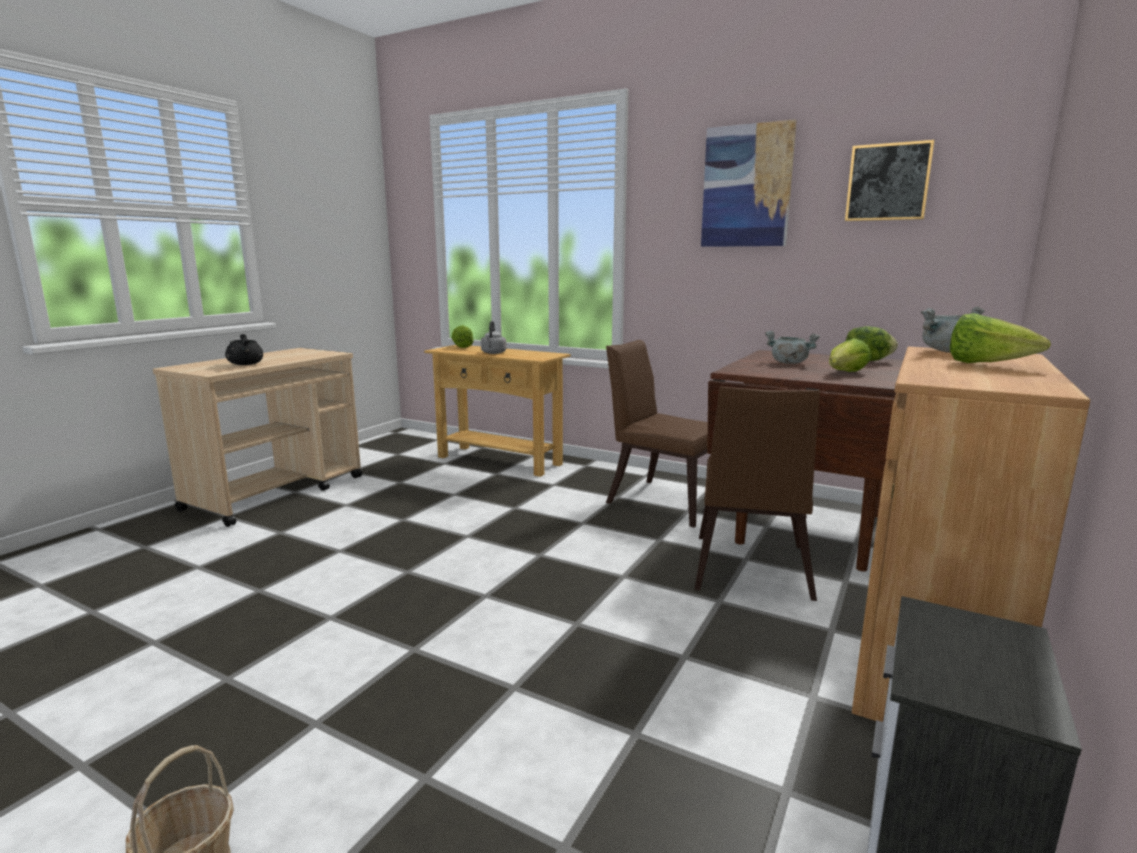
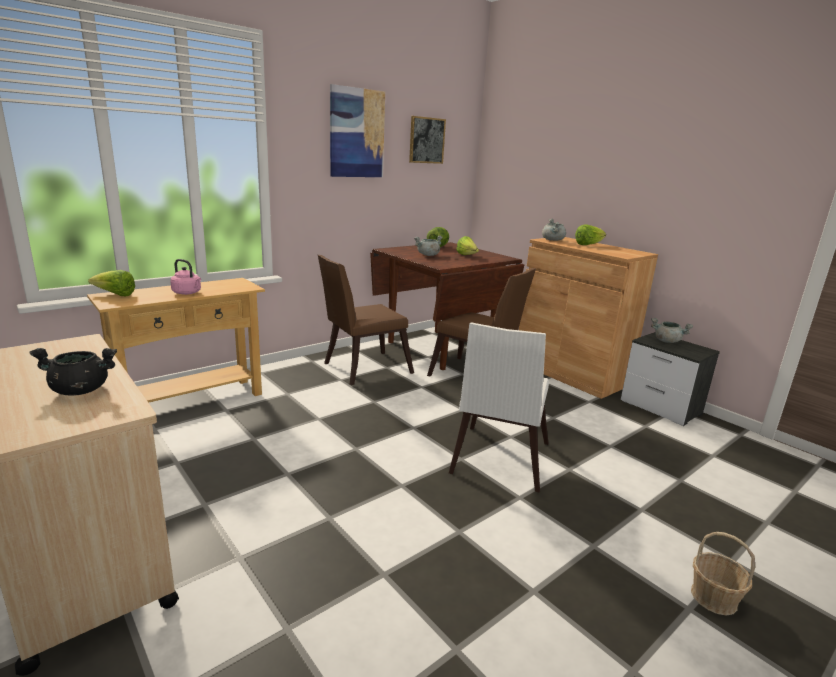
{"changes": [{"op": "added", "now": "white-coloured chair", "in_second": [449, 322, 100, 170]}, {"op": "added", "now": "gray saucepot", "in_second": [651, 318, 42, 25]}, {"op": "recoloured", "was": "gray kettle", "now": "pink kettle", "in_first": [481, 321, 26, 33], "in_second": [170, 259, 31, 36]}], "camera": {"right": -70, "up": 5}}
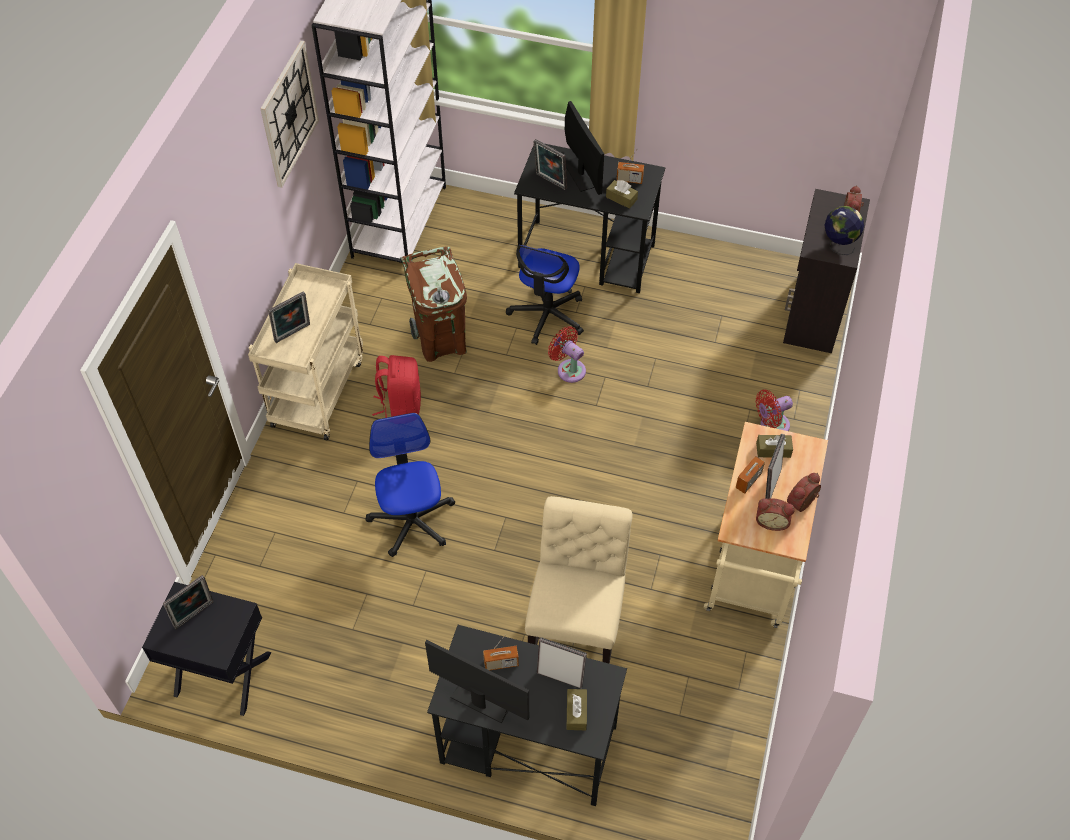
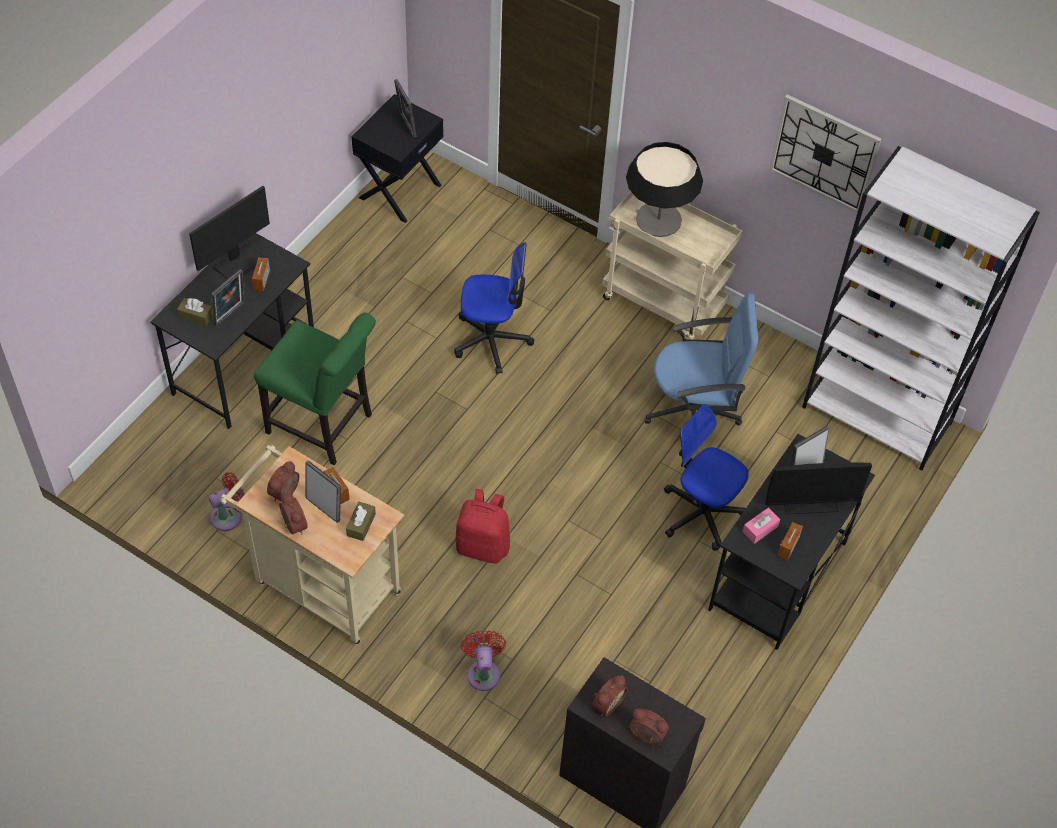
{"changes": [{"op": "moved", "was": "red-coloured backpack", "in_first": [372, 355, 49, 63], "in_second": [455, 489, 55, 75]}, {"op": "moved", "was": "red-coloured electric fan", "in_first": [548, 326, 38, 57], "in_second": [209, 472, 36, 59]}, {"op": "replaced", "was": "photo frame", "now": "tabletop lamp", "in_first": [268, 291, 42, 52], "in_second": [626, 142, 77, 95]}, {"op": "replaced", "was": "brownish rubbish bin", "now": "blue desk chair", "in_first": [400, 247, 67, 115], "in_second": [645, 293, 113, 159]}, {"op": "replaced", "was": "world globe", "now": "bedside clock", "in_first": [825, 206, 39, 49], "in_second": [592, 675, 36, 42]}, {"op": "recoloured", "was": "beige chair", "now": "green chair", "in_first": [525, 496, 108, 168], "in_second": [254, 313, 122, 152]}, {"op": "recoloured", "was": "brownish tissue box", "now": "pink tissue box", "in_first": [606, 180, 32, 29], "in_second": [743, 508, 37, 36]}], "camera": {"right": 105, "up": 0}}
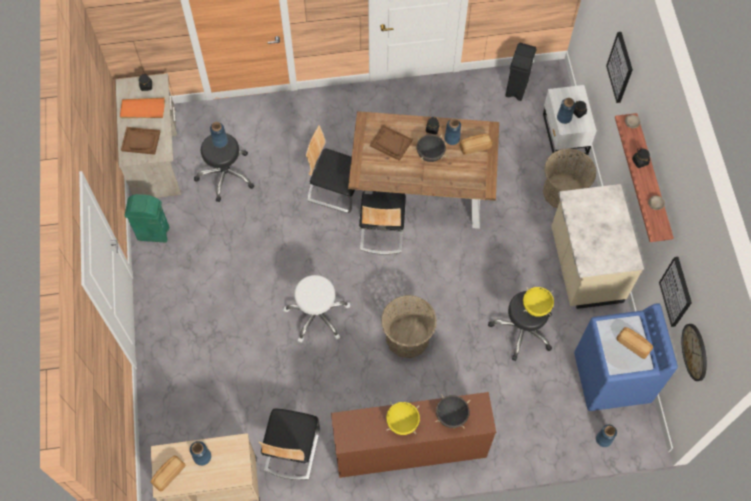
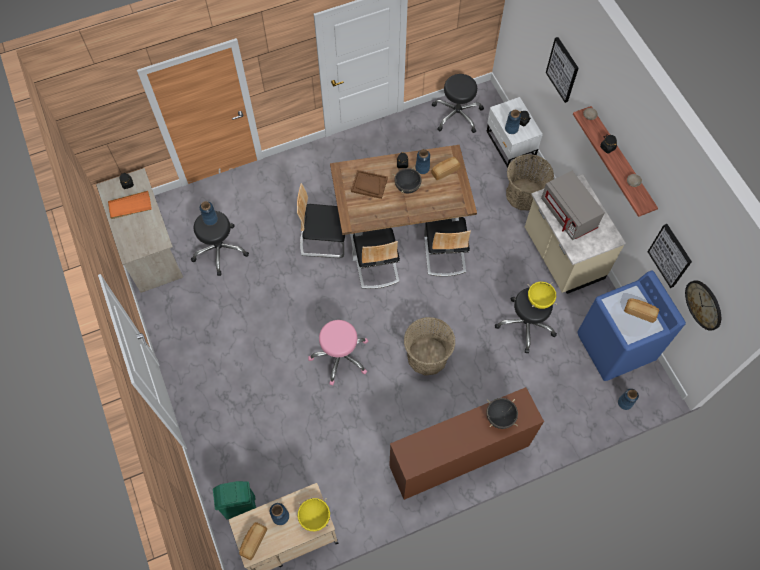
{"changes": [{"op": "removed", "was": "brownish carrying tray", "in_first": [121, 127, 39, 28]}, {"op": "added", "now": "gray microwave", "in_second": [541, 171, 64, 69]}, {"op": "moved", "was": "green rubbish bin", "in_first": [124, 194, 45, 49], "in_second": [213, 481, 43, 38]}, {"op": "moved", "was": "chair", "in_first": [259, 409, 61, 71], "in_second": [424, 217, 47, 60]}, {"op": "moved", "was": "yellow-coloured saucepot", "in_first": [386, 402, 34, 33], "in_second": [298, 498, 32, 33]}, {"op": "replaced", "was": "black rubbish bin", "now": "black stool seat", "in_first": [505, 43, 32, 58], "in_second": [432, 74, 52, 59]}, {"op": "recoloured", "was": "white-coloured stool seat", "now": "pink stool seat", "in_first": [283, 275, 68, 68], "in_second": [308, 320, 60, 65]}], "camera": {"right": -15, "up": 0}}
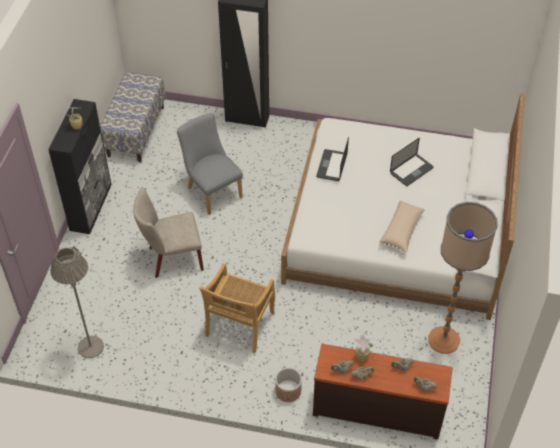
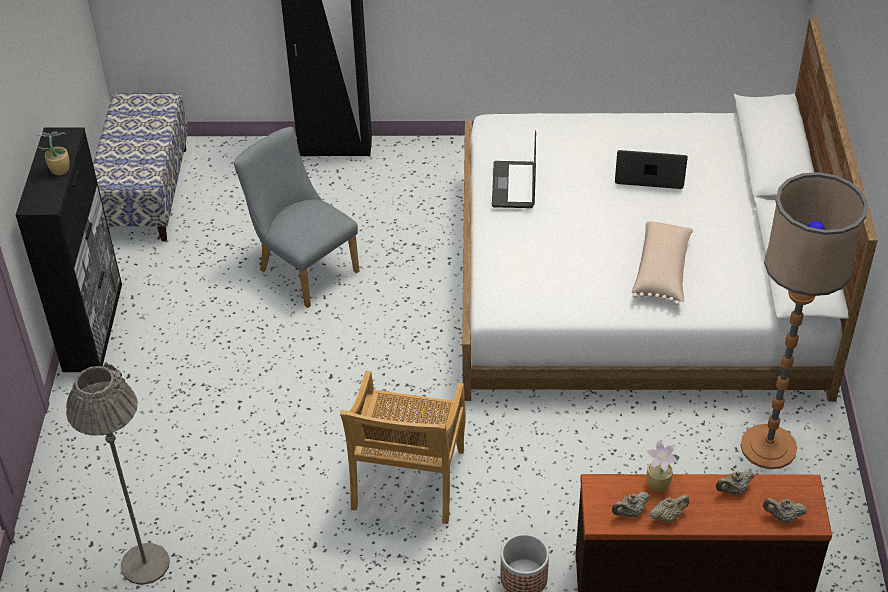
{"changes": [{"op": "removed", "was": "beige chair", "in_first": [133, 187, 71, 91]}, {"op": "turned", "was": "notebook computer", "in_first": [390, 138, 44, 48], "in_second": [615, 150, 73, 39], "clockwise": -120}], "camera": {"right": -10, "up": -5}}
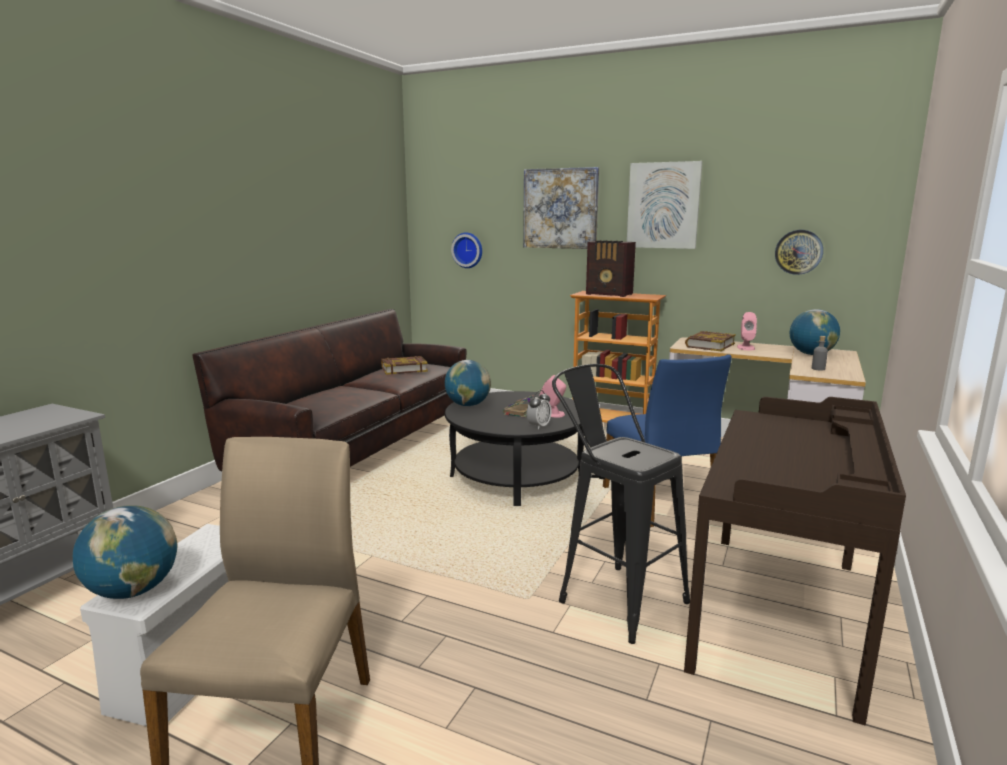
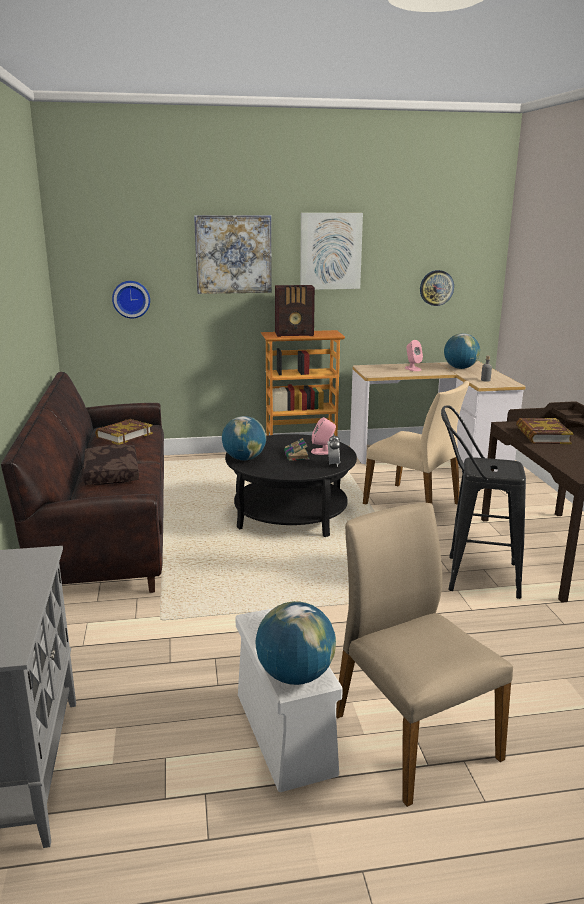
{"changes": [{"op": "added", "now": "brownish throw pillow", "in_second": [83, 444, 56, 41]}, {"op": "moved", "was": "book", "in_first": [685, 331, 51, 20], "in_second": [516, 418, 57, 26]}, {"op": "recoloured", "was": "blue chair", "now": "beige chair", "in_first": [603, 354, 129, 173], "in_second": [363, 381, 106, 124]}], "camera": {"right": -35, "up": 5}}
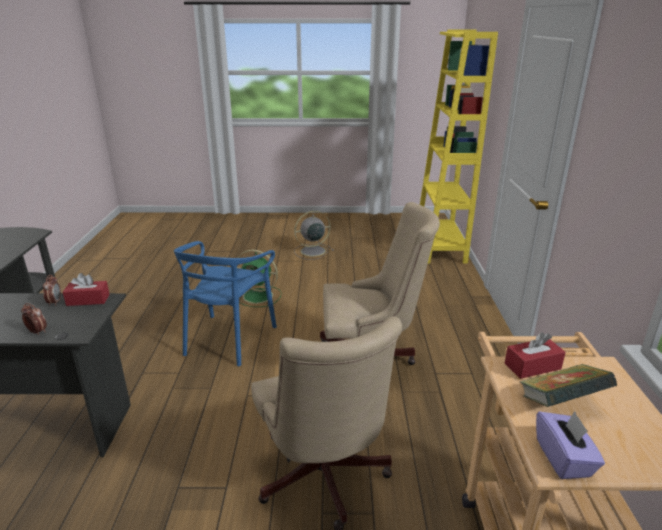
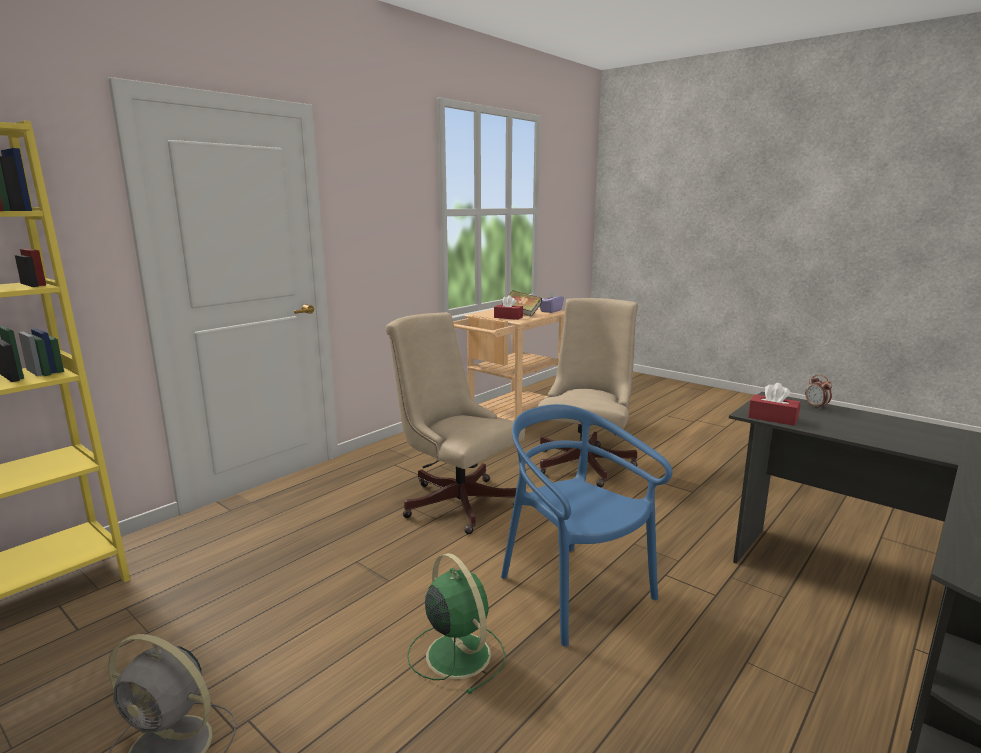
{"changes": [{"op": "removed", "was": "bedside clock", "in_first": [43, 275, 18, 31]}, {"op": "turned", "was": "blue chair", "in_first": [174, 241, 103, 125], "in_second": [501, 404, 171, 243], "clockwise": -90}], "camera": {"right": -140, "up": -10}}
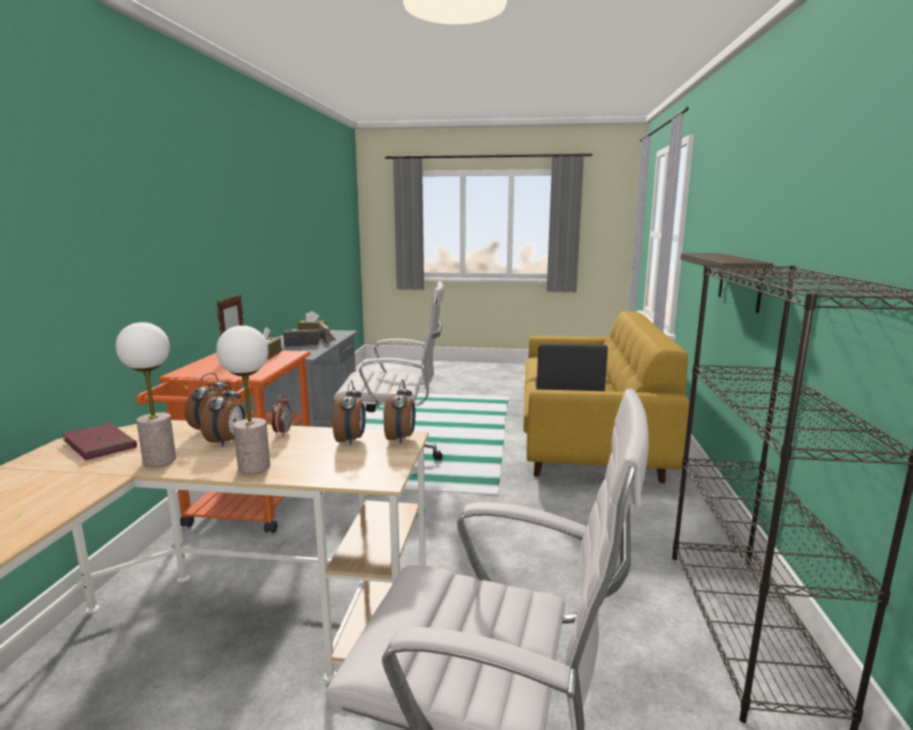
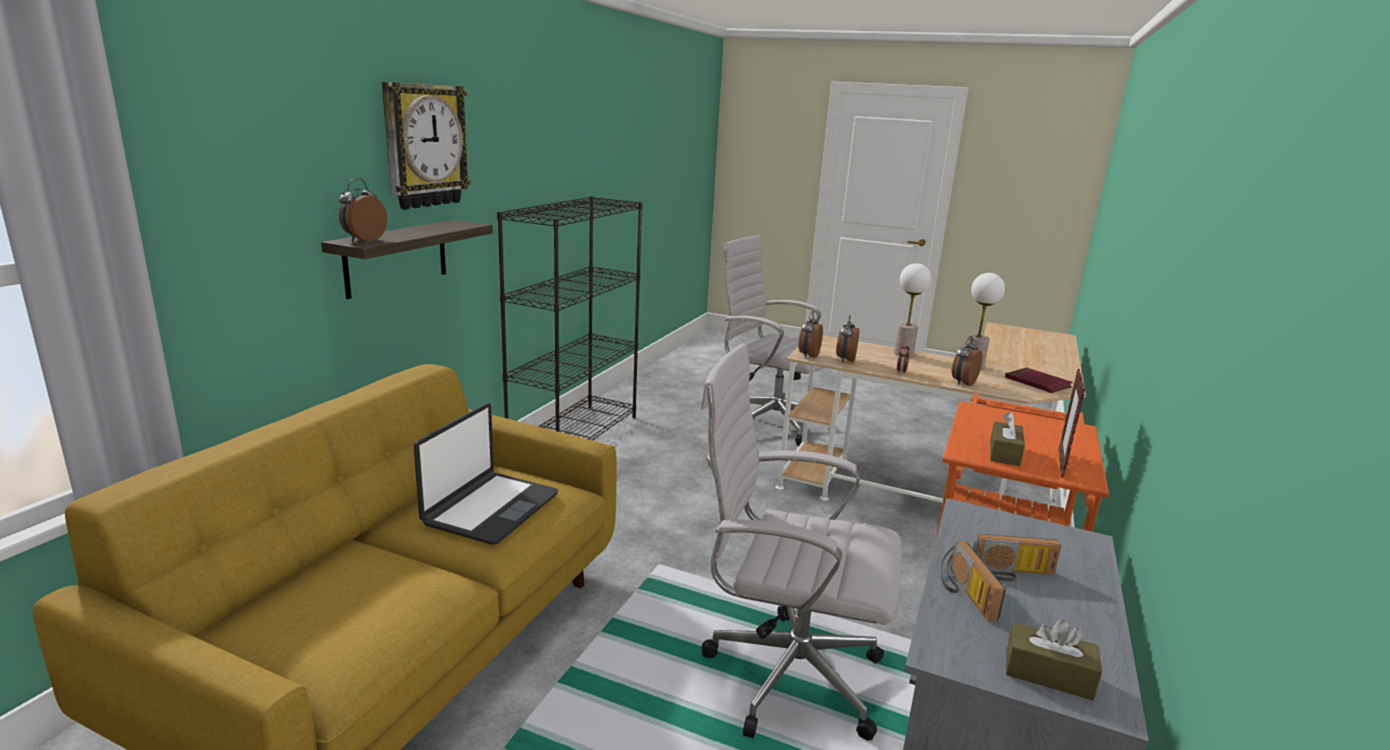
{"changes": [{"op": "added", "now": "wall clock", "in_second": [382, 82, 89, 128]}, {"op": "moved", "was": "bedside clock", "in_first": [200, 381, 45, 65], "in_second": [339, 179, 48, 62]}, {"op": "turned", "was": "notebook computer", "in_first": [535, 344, 73, 47], "in_second": [414, 403, 144, 142], "clockwise": -90}], "camera": {"right": -165, "up": 5}}
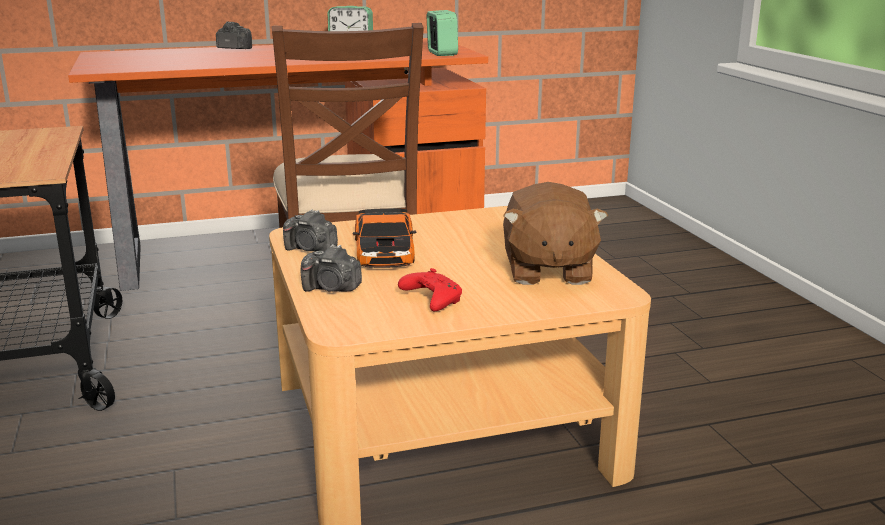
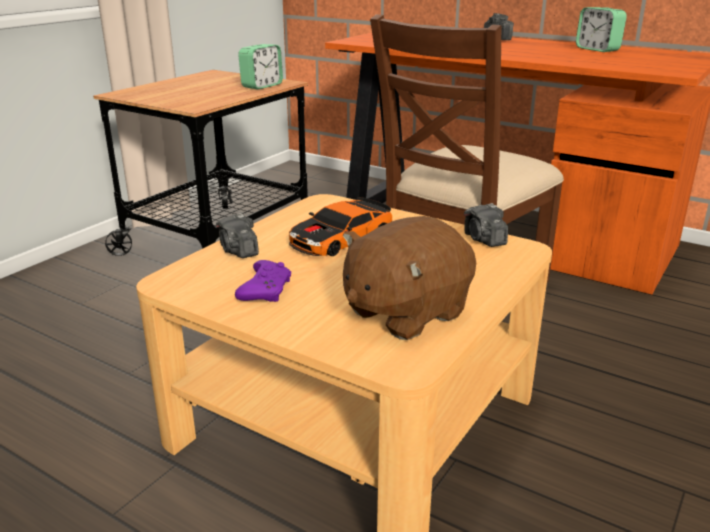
{"changes": [{"op": "moved", "was": "photo camera", "in_first": [283, 209, 55, 43], "in_second": [464, 203, 44, 44]}, {"op": "moved", "was": "bedside clock", "in_first": [427, 10, 31, 46], "in_second": [238, 44, 45, 46]}, {"op": "recoloured", "was": "red-coloured game controller", "now": "purplish game controller", "in_first": [398, 268, 64, 43], "in_second": [235, 260, 56, 42]}], "camera": {"right": 50, "up": 5}}
